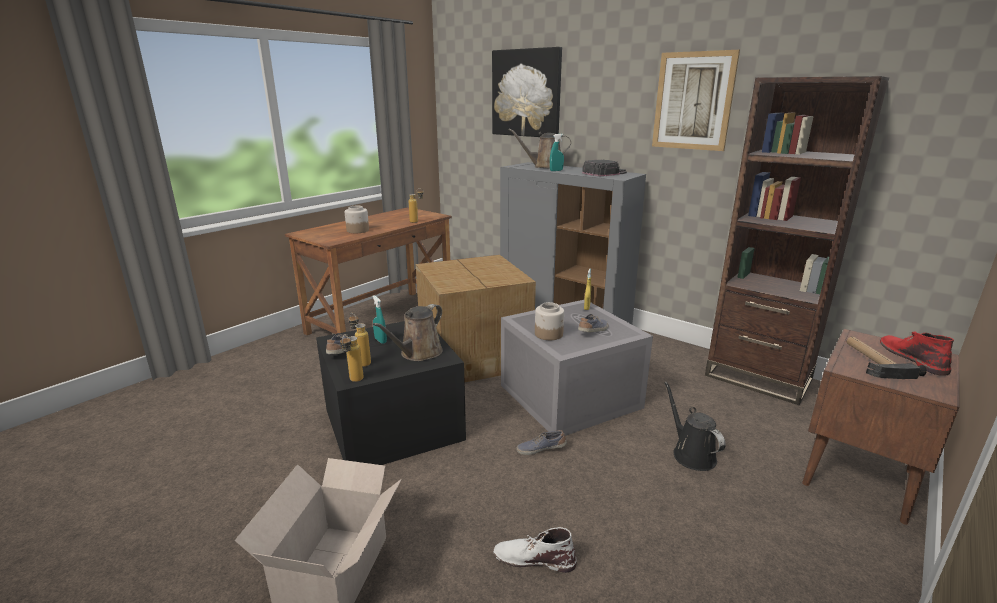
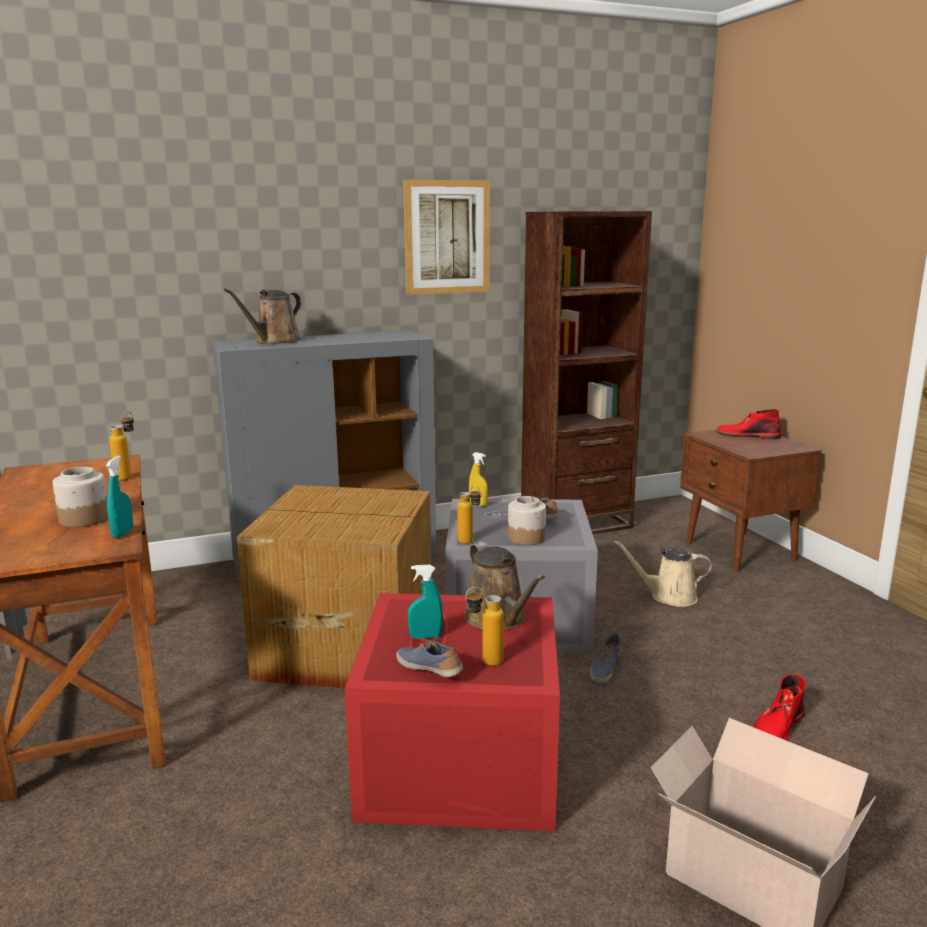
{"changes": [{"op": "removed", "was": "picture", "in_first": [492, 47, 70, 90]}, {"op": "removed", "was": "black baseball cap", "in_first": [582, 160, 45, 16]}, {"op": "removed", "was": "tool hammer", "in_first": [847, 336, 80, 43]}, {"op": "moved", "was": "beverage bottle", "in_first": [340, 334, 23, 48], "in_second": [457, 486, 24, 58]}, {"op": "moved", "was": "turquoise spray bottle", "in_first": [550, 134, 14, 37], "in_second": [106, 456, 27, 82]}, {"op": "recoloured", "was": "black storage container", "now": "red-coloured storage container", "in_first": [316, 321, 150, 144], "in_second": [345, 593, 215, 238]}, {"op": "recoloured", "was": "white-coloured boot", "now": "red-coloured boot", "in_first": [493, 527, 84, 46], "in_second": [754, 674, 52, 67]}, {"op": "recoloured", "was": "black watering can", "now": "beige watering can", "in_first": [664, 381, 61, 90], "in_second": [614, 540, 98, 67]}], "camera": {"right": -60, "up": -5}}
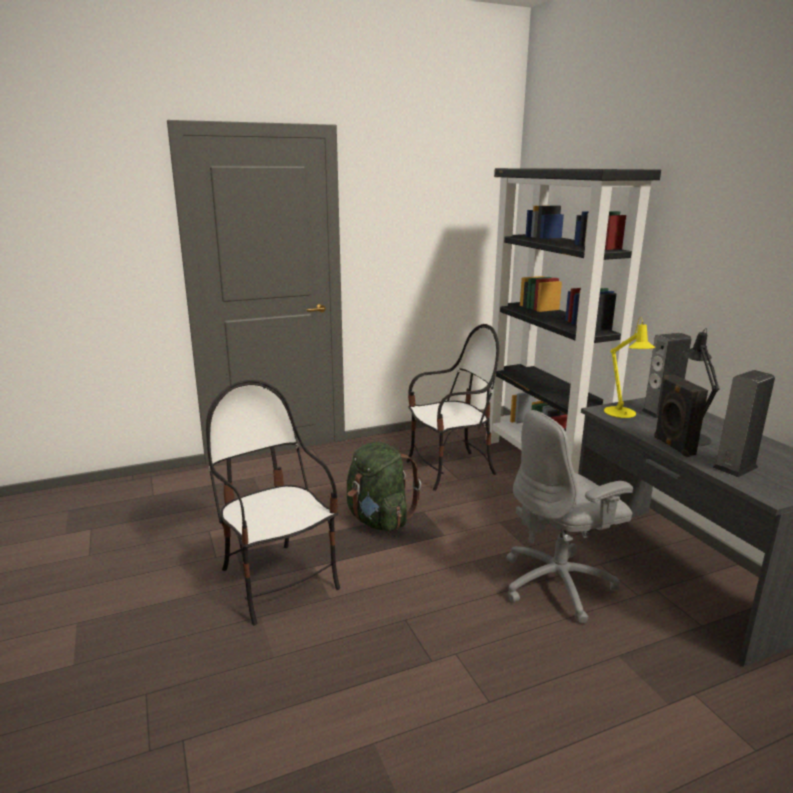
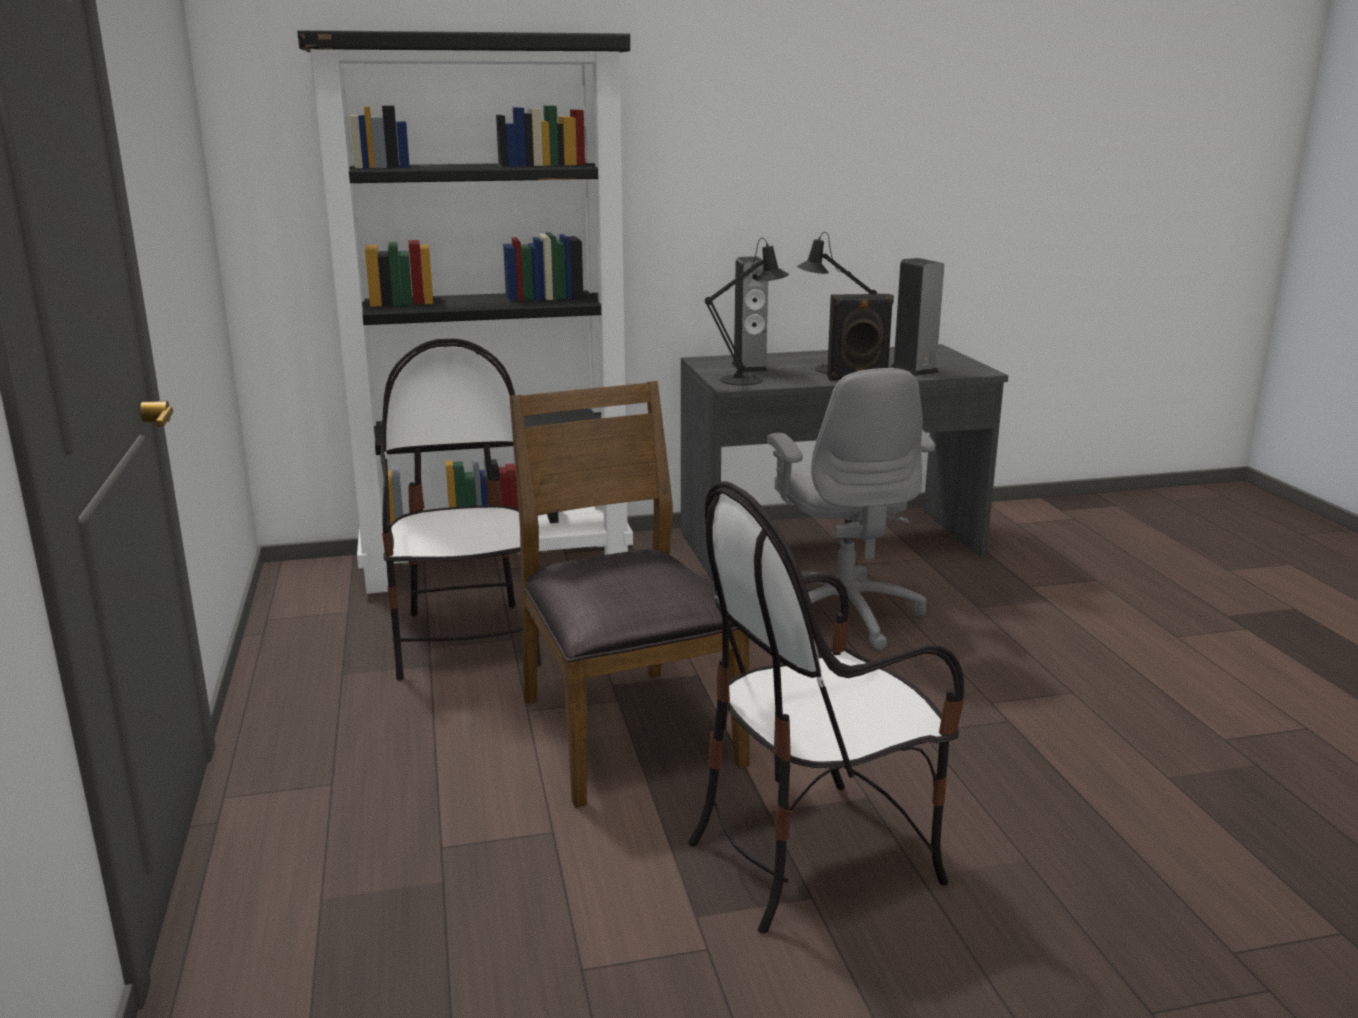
{"changes": [{"op": "replaced", "was": "green backpack", "now": "brownish chair", "in_first": [347, 441, 74, 91], "in_second": [509, 381, 240, 427]}, {"op": "recoloured", "was": "yellow-coloured tabletop lamp", "now": "black tabletop lamp", "in_first": [604, 317, 51, 101], "in_second": [705, 238, 84, 148]}], "camera": {"right": -80, "up": 0}}
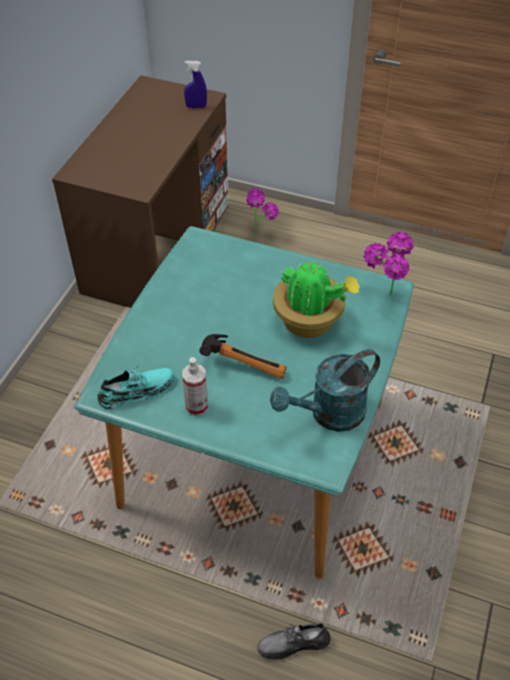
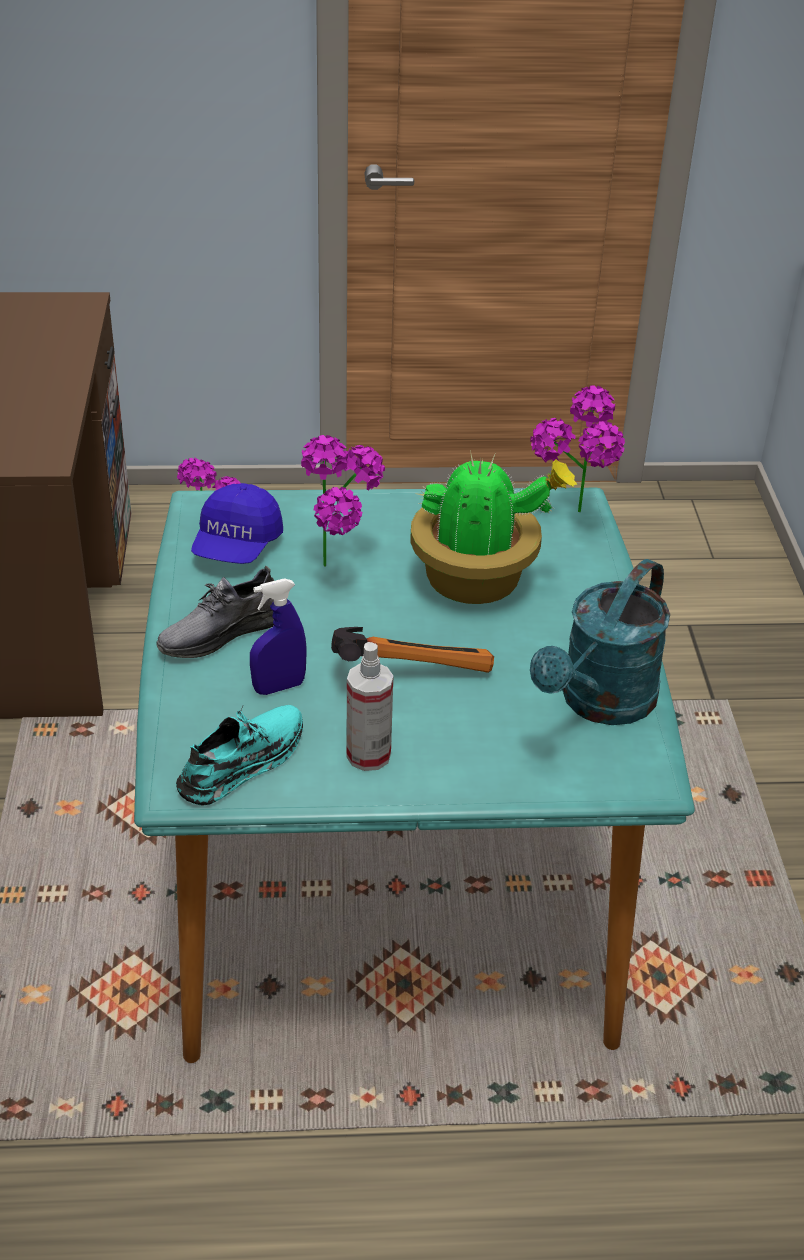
{"changes": [{"op": "added", "now": "blue baseball cap", "in_second": [191, 483, 92, 81]}, {"op": "added", "now": "plant in a pot", "in_second": [301, 435, 84, 132]}, {"op": "moved", "was": "blue spray bottle", "in_first": [184, 61, 23, 47], "in_second": [250, 578, 57, 117]}, {"op": "moved", "was": "gray item of footwear", "in_first": [257, 623, 73, 37], "in_second": [157, 565, 117, 93]}], "camera": {"right": -25, "up": -10}}
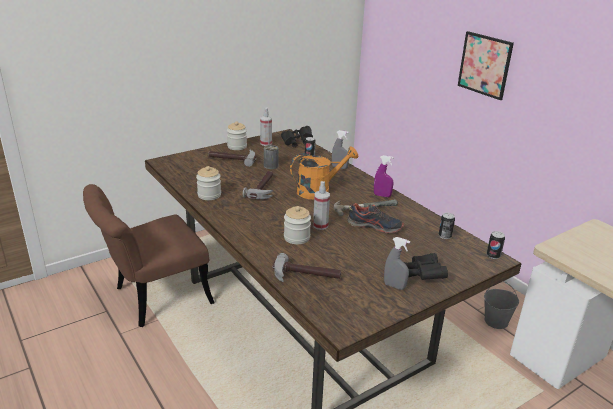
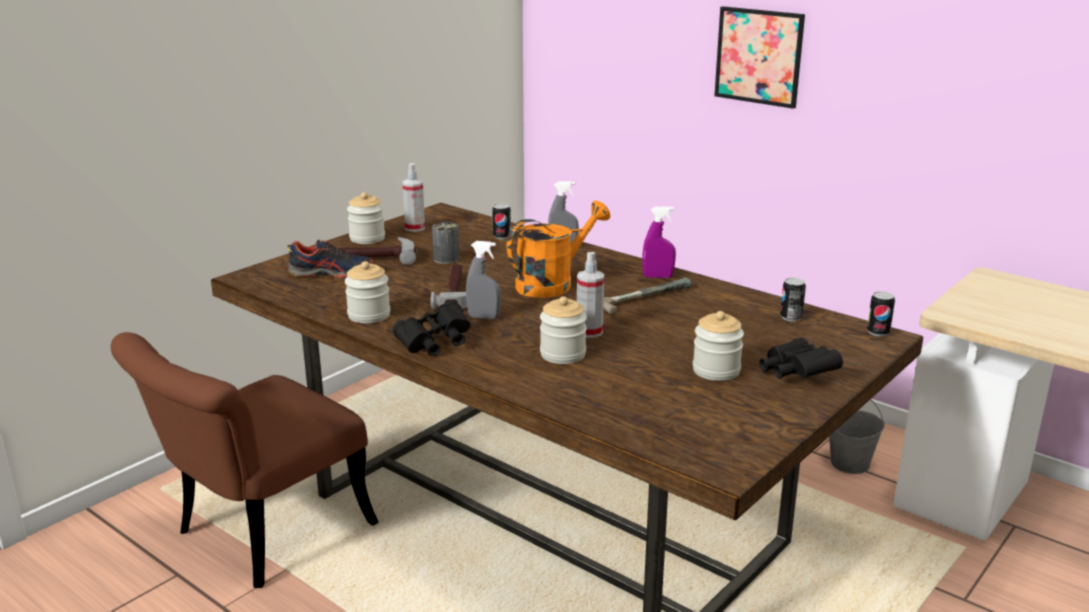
{"changes": [{"op": "removed", "was": "tool hammer", "in_first": [273, 253, 68, 30]}, {"op": "added", "now": "storage jar", "in_second": [693, 311, 51, 70]}, {"op": "moved", "was": "black field glasses", "in_first": [281, 126, 32, 21], "in_second": [393, 300, 78, 56]}, {"op": "moved", "was": "item of footwear", "in_first": [347, 203, 57, 30], "in_second": [288, 240, 86, 38]}, {"op": "moved", "was": "gray spray bottle", "in_first": [384, 237, 26, 53], "in_second": [466, 241, 35, 78]}], "camera": {"right": -15, "up": -5}}
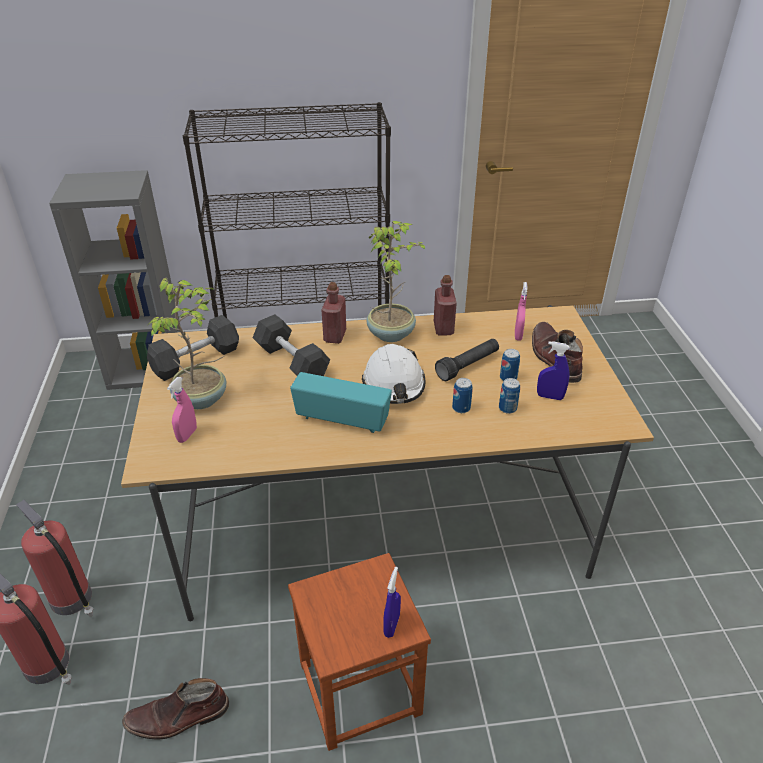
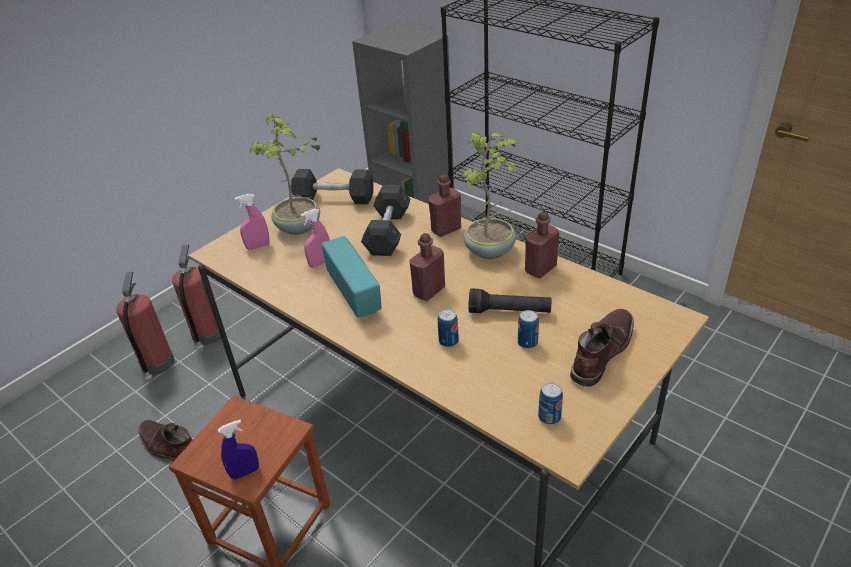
{"changes": [{"op": "removed", "was": "blue spray bottle", "in_first": [537, 341, 33, 59]}, {"op": "moved", "was": "metal can", "in_first": [499, 378, 21, 36], "in_second": [538, 382, 25, 43]}, {"op": "moved", "was": "pink spray bottle", "in_first": [515, 282, 13, 59], "in_second": [301, 209, 29, 58]}, {"op": "replaced", "was": "white-coloured hard hat", "now": "red-coloured beverage bottle", "in_first": [362, 344, 63, 60], "in_second": [409, 233, 36, 68]}], "camera": {"right": 50, "up": 0}}
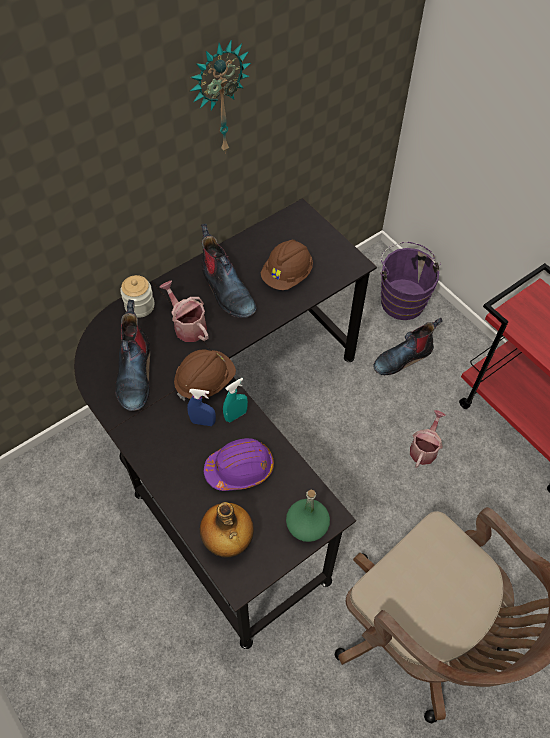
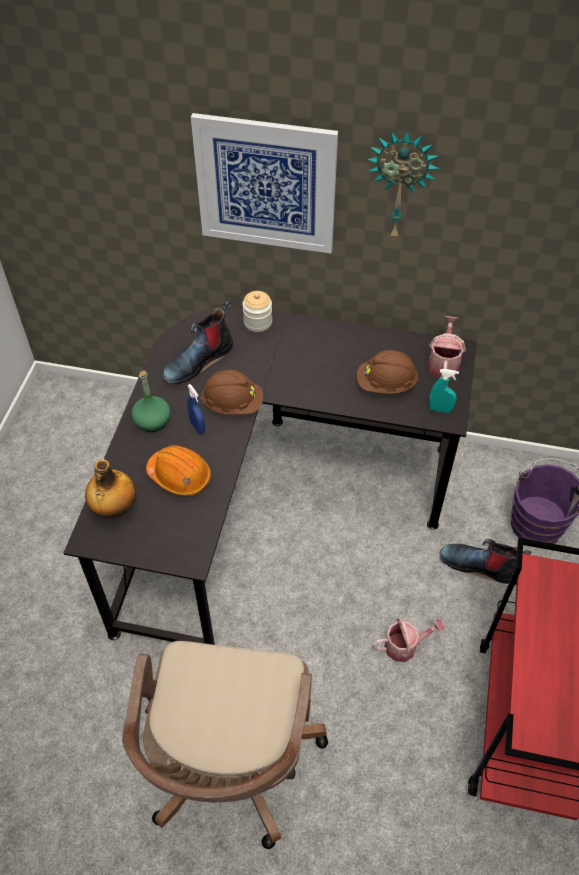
{"changes": [{"op": "removed", "was": "boot", "in_first": [201, 223, 56, 95]}, {"op": "added", "now": "picture", "in_second": [191, 113, 147, 141]}, {"op": "moved", "was": "watering can", "in_first": [159, 280, 50, 62], "in_second": [428, 316, 38, 63]}, {"op": "moved", "was": "turquoise spray bottle", "in_first": [223, 378, 25, 44], "in_second": [429, 369, 30, 44]}, {"op": "moved", "was": "green beverage bottle", "in_first": [286, 489, 44, 53], "in_second": [132, 370, 38, 62]}, {"op": "recoloured", "was": "purplish hard hat", "now": "orange hard hat", "in_first": [204, 438, 70, 53], "in_second": [146, 445, 65, 51]}], "camera": {"right": 50, "up": -5}}
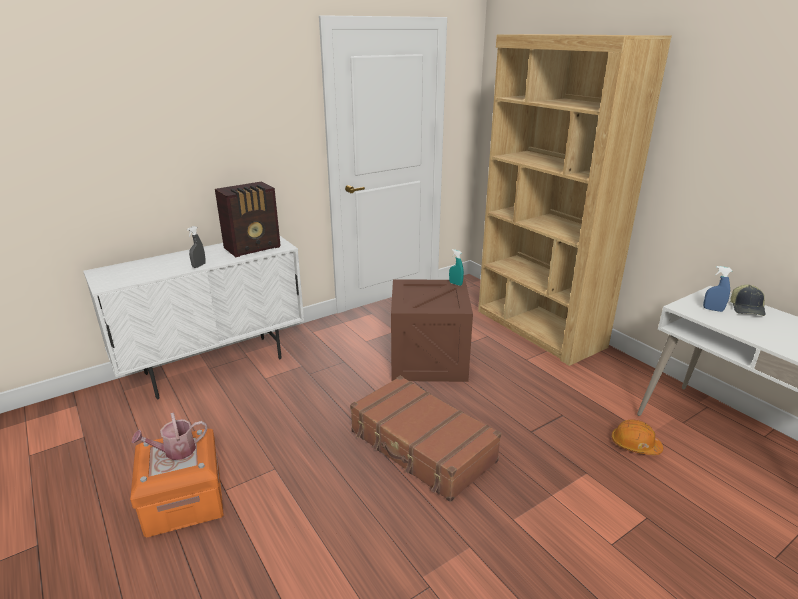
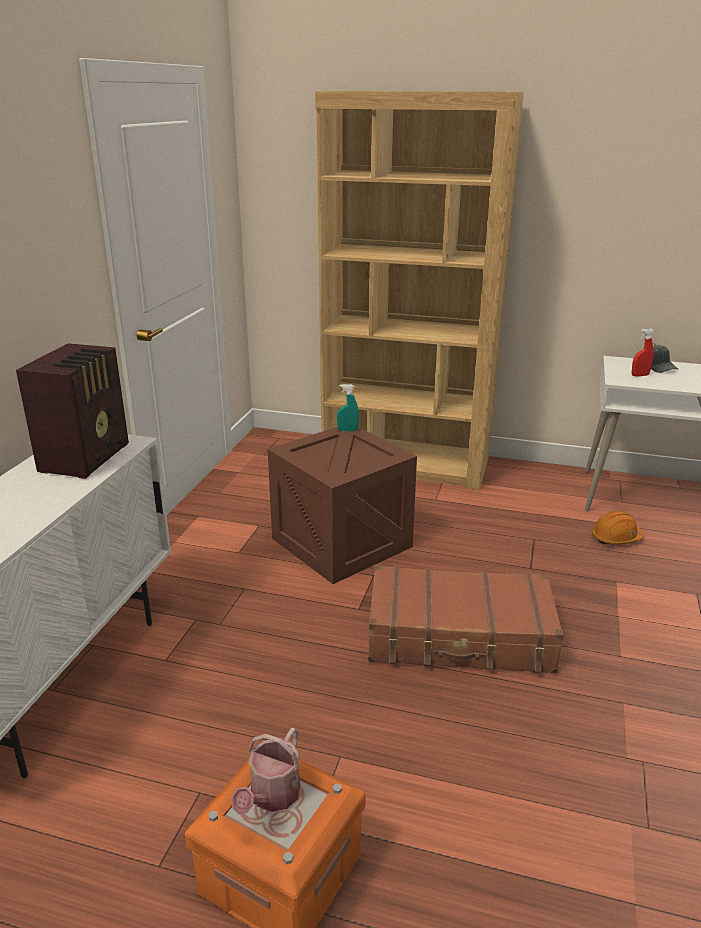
{"changes": [{"op": "removed", "was": "gray spray bottle", "in_first": [187, 226, 19, 42]}, {"op": "recoloured", "was": "blue spray bottle", "now": "red-coloured spray bottle", "in_first": [703, 266, 29, 46], "in_second": [632, 329, 23, 47]}], "camera": {"right": -40, "up": 0}}
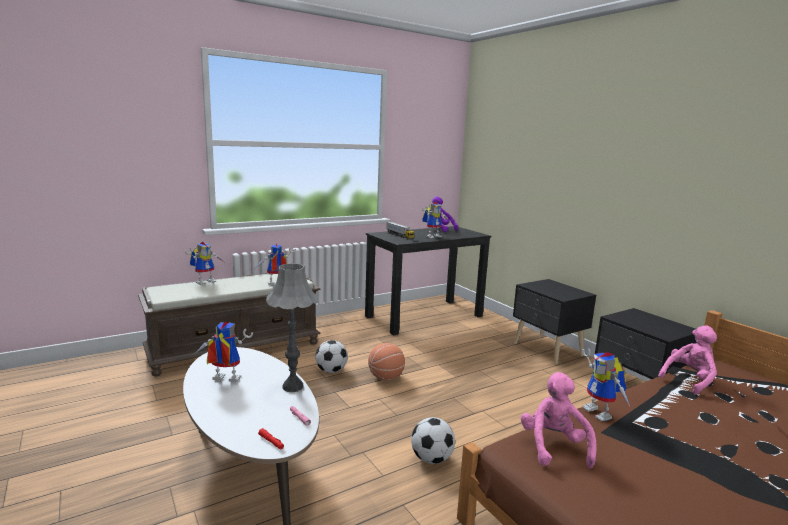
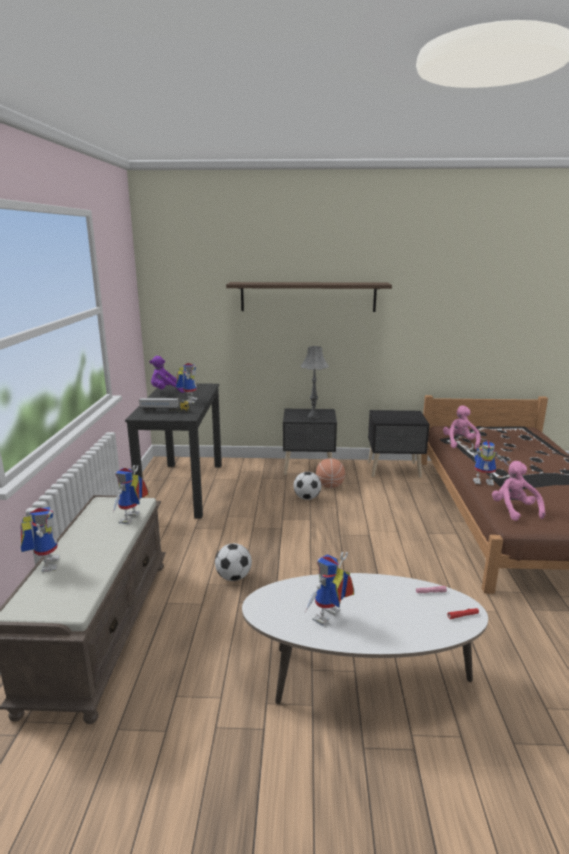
{"changes": [{"op": "added", "now": "bracket shelf", "in_second": [226, 282, 166, 30]}, {"op": "moved", "was": "gray tabletop lamp", "in_first": [266, 263, 52, 129], "in_second": [301, 346, 28, 73]}, {"op": "moved", "was": "basketball ball", "in_first": [368, 343, 37, 38], "in_second": [316, 458, 29, 30]}, {"op": "moved", "was": "ball for football", "in_first": [411, 417, 44, 47], "in_second": [293, 472, 28, 28]}, {"op": "turned", "was": "pink cuddly toy", "in_first": [521, 372, 76, 97], "in_second": [492, 461, 53, 60], "clockwise": 45}], "camera": {"right": -55, "up": 5}}
